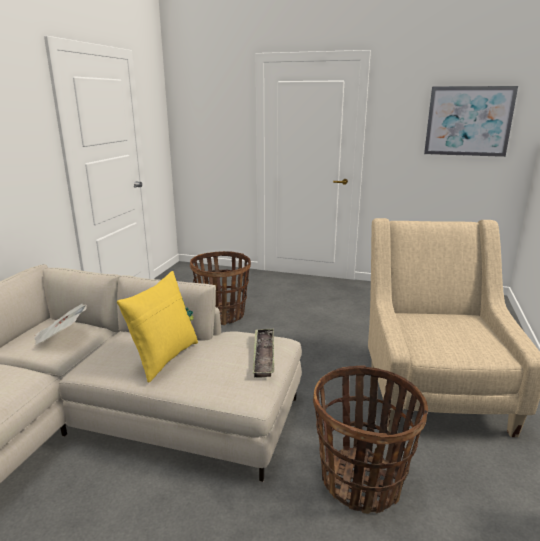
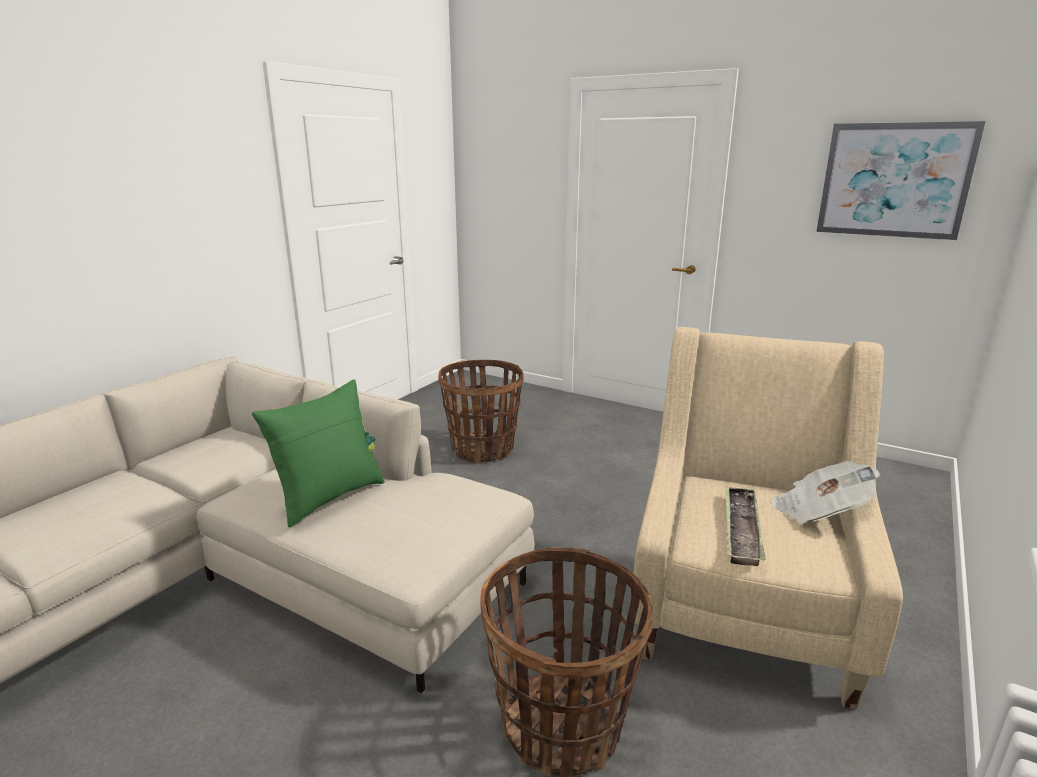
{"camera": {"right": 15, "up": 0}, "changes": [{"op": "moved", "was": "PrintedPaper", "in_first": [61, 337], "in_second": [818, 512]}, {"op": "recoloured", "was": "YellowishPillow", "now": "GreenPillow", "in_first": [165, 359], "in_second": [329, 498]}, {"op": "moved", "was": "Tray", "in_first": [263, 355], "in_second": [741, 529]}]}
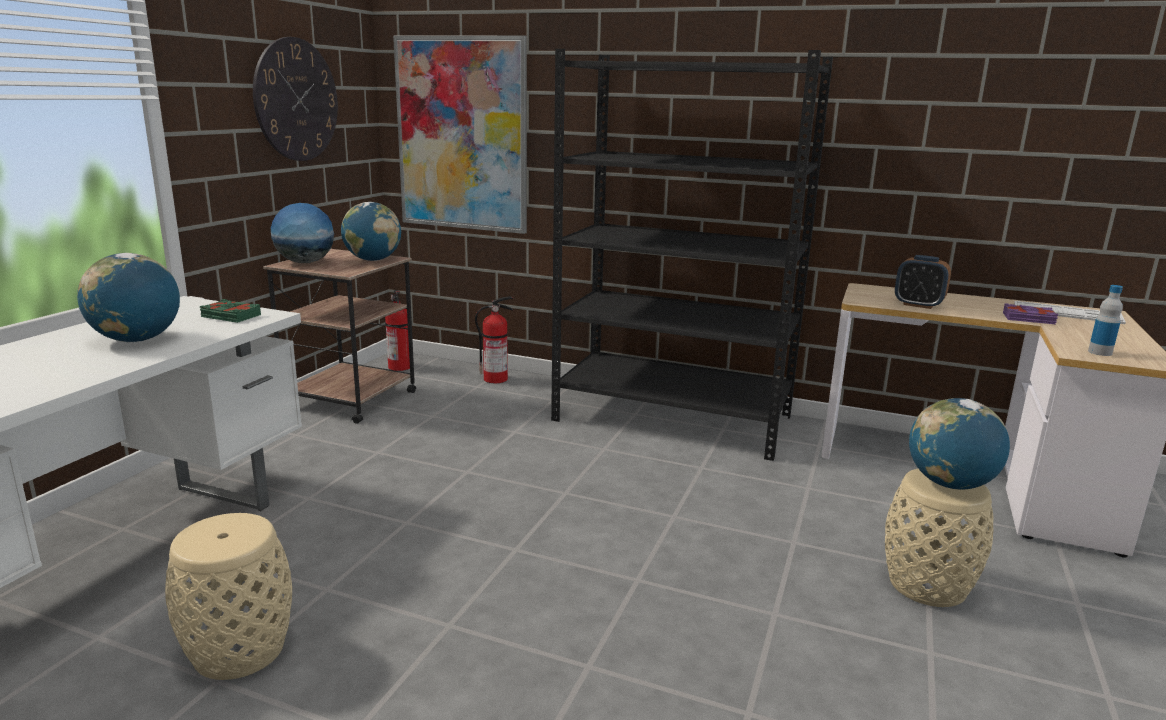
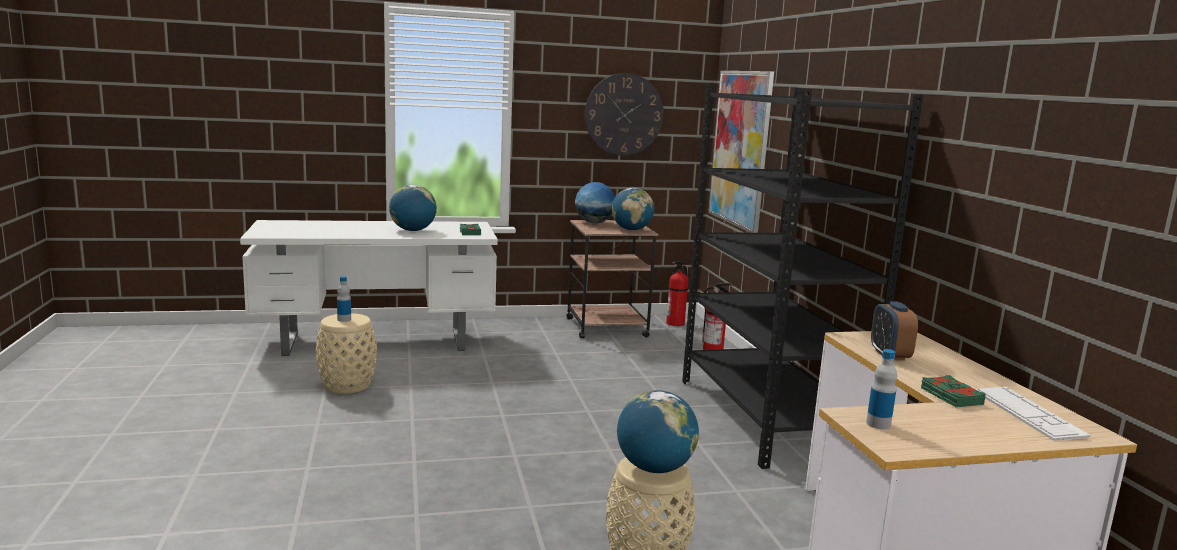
{"camera": {"right": 55, "up": -5}, "changes": [{"op": "recoloured", "was": "PurpleColouredBook", "now": "GreenBook", "in_first": [1028, 319], "in_second": [950, 396]}, {"op": "added", "now": "Bottle", "in_second": [344, 319]}]}
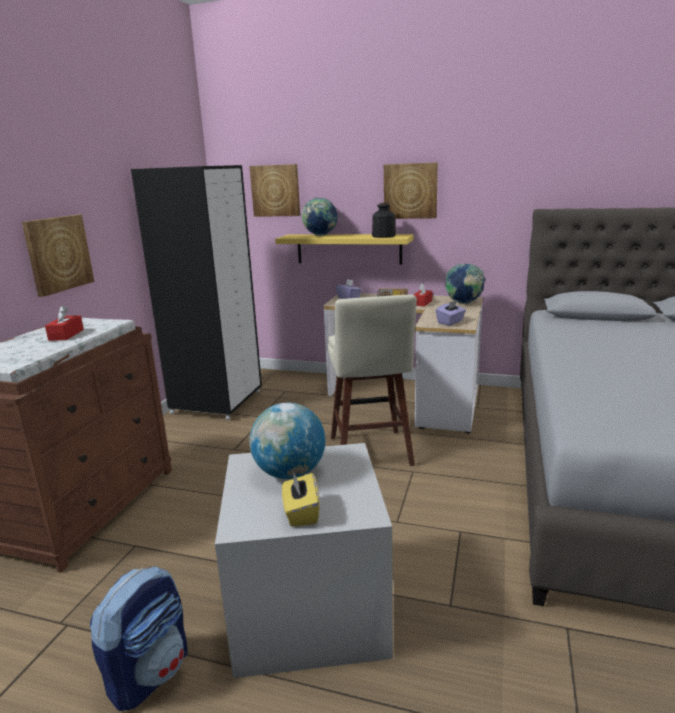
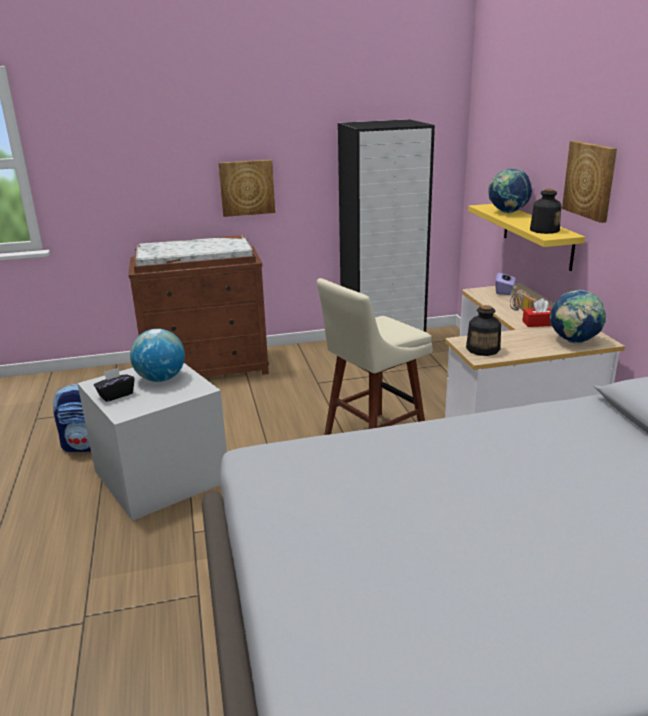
{"camera": {"right": 60, "up": 5}, "changes": [{"op": "removed", "was": "RedBoxOfTissues", "in_first": [66, 335]}, {"op": "removed", "was": "Picture", "in_first": [275, 190]}, {"op": "recoloured", "was": "YellowishBoxOfTissues", "now": "BlackColouredBoxOfTissues", "in_first": [301, 513], "in_second": [116, 395]}, {"op": "replaced", "was": "PurpleColouredBoxOfTissues", "now": "Bottle", "in_first": [450, 322], "in_second": [483, 349]}]}
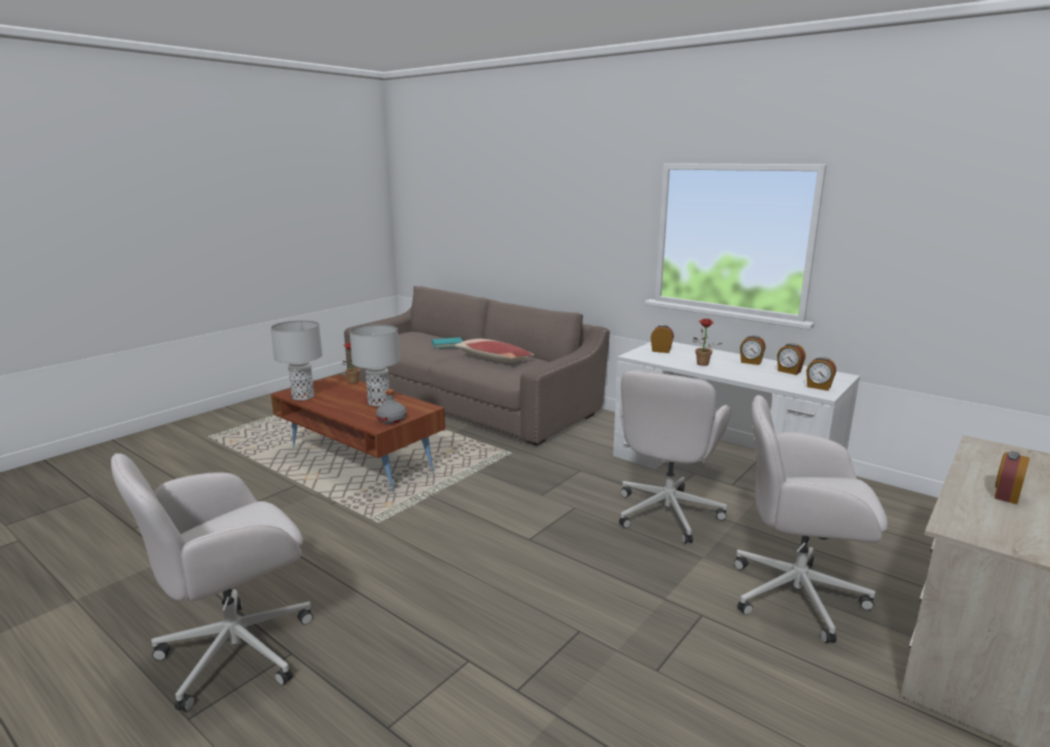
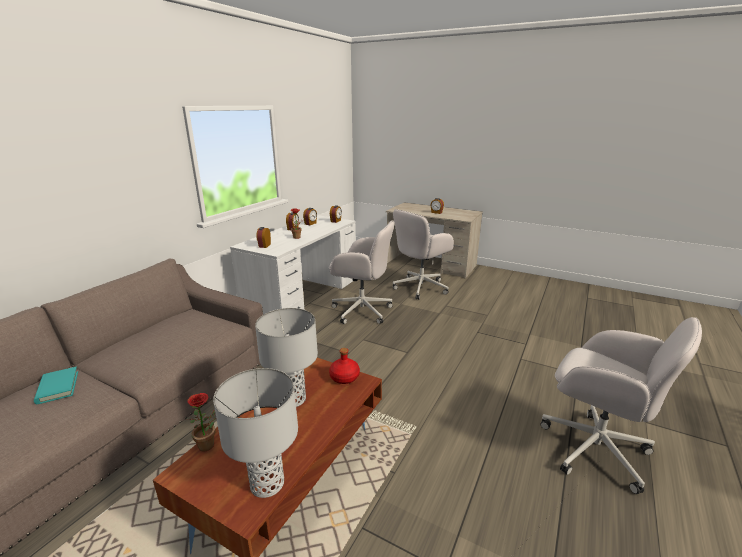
{"camera": {"right": -100, "up": 5}, "changes": [{"op": "recoloured", "was": "GrayBottle", "now": "RedBottle", "in_first": [392, 420], "in_second": [344, 377]}, {"op": "removed", "was": "Pillow", "in_first": [493, 359]}, {"op": "turned", "was": "WhiteOfficeChair", "in_first": [796, 596], "in_second": [420, 288], "clockwise": 45}]}
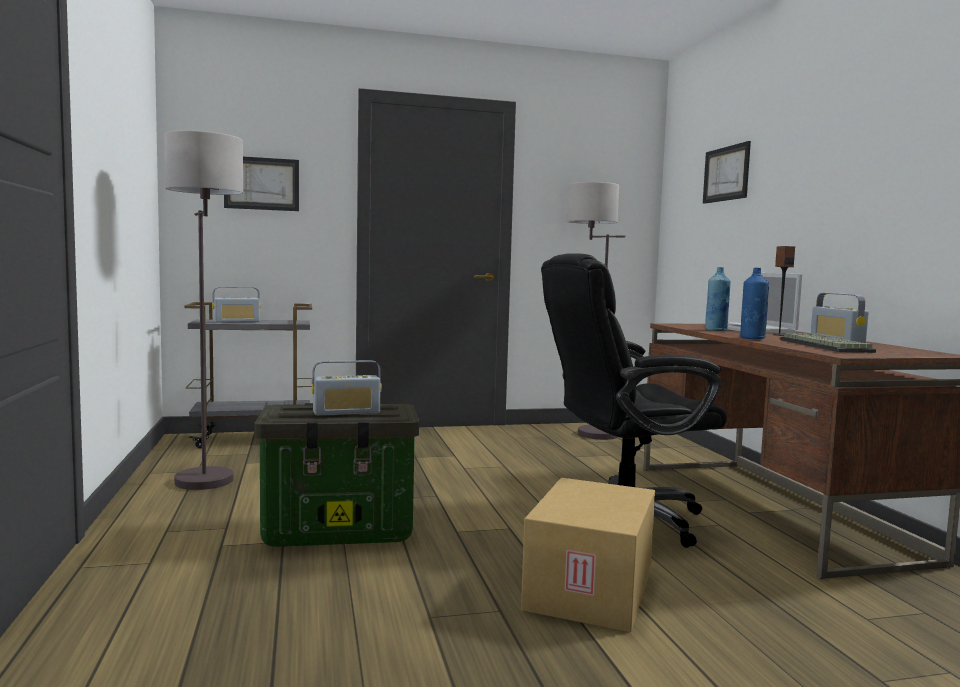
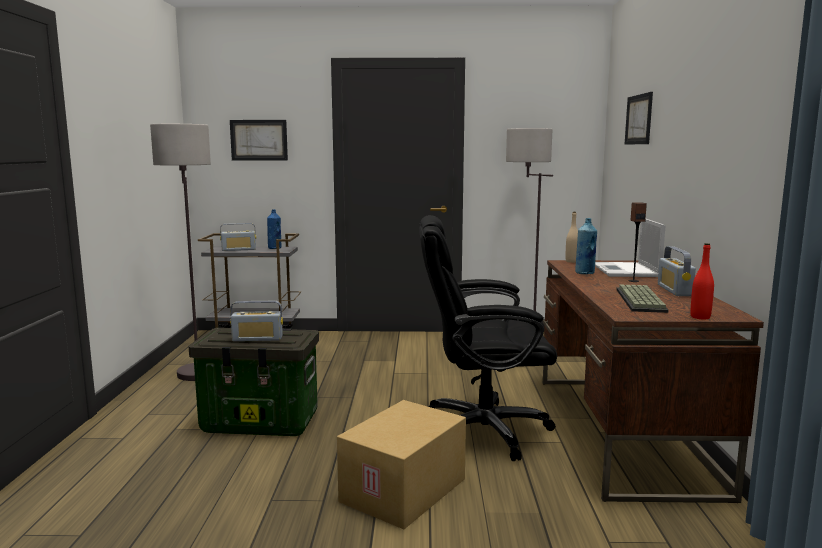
{"camera": {"right": 15, "up": 5}, "changes": [{"op": "moved", "was": "BlueColouredBottle", "in_first": [752, 338], "in_second": [275, 248]}, {"op": "added", "now": "BeigeColouredBottle", "in_second": [571, 261]}, {"op": "added", "now": "RedBottle", "in_second": [700, 317]}]}
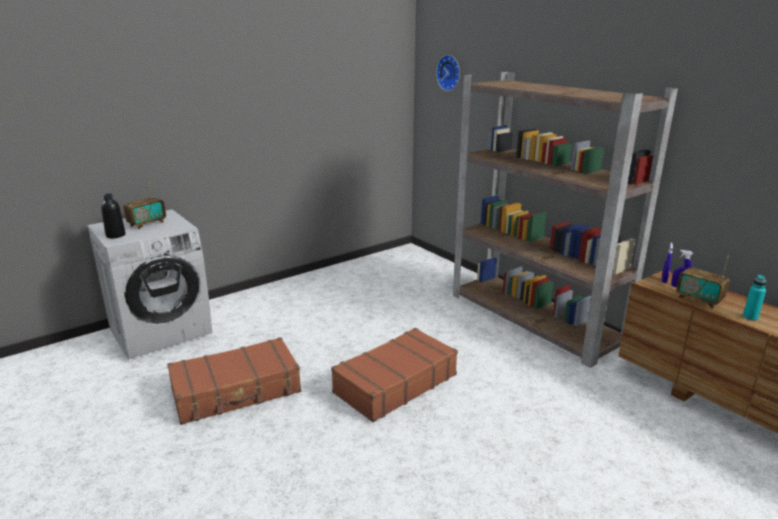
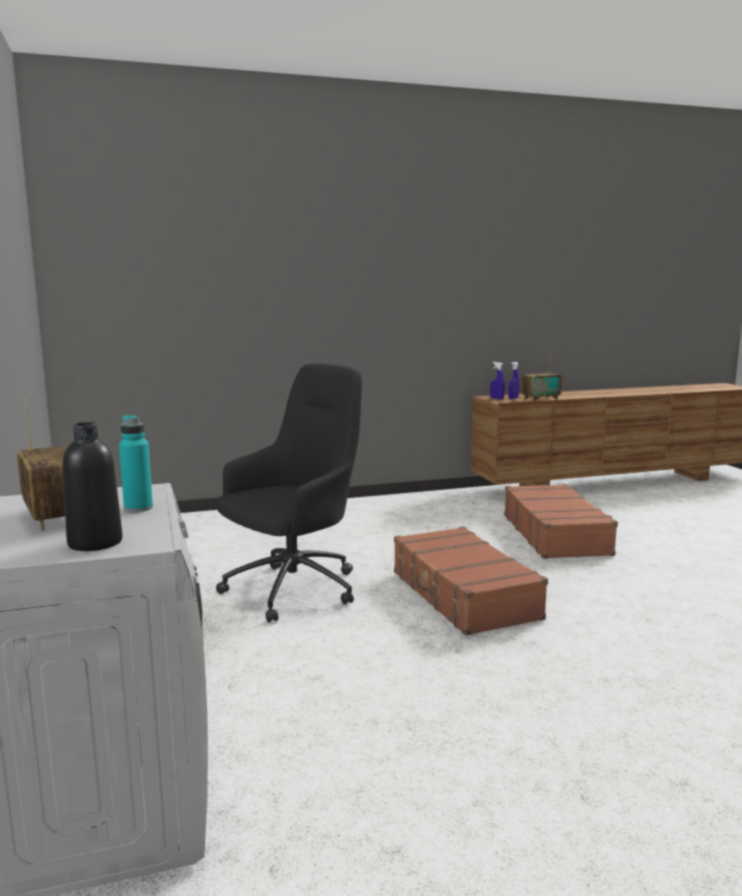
{"camera": {"right": -70, "up": -10}, "changes": [{"op": "moved", "was": "BrownColouredPieceOfLuggage", "in_first": [236, 391], "in_second": [556, 534]}, {"op": "removed", "was": "WallClock", "in_first": [450, 73]}, {"op": "removed", "was": "BrownColouredBookshelf", "in_first": [533, 319]}, {"op": "moved", "was": "TurquoiseColouredBottle", "in_first": [750, 317], "in_second": [138, 508]}, {"op": "added", "now": "BlackColouredOfficeChair", "in_second": [293, 590]}]}
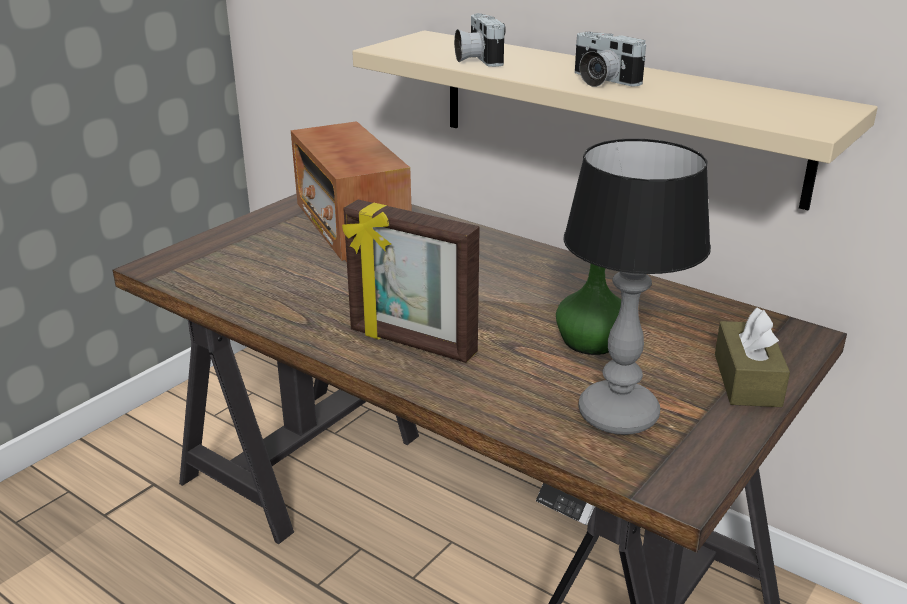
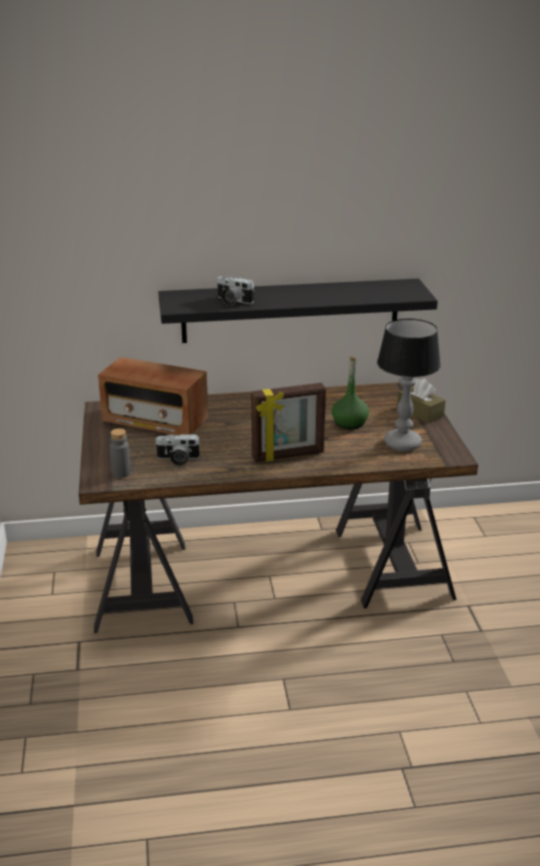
{"camera": {"right": -45, "up": 0}, "changes": [{"op": "recoloured", "was": "BeigeColouredWallShelf", "now": "BlackColouredWallShelf", "in_first": [614, 114], "in_second": [290, 310]}, {"op": "moved", "was": "StillCamera", "in_first": [601, 81], "in_second": [177, 459]}, {"op": "added", "now": "GrayBottle", "in_second": [121, 473]}]}
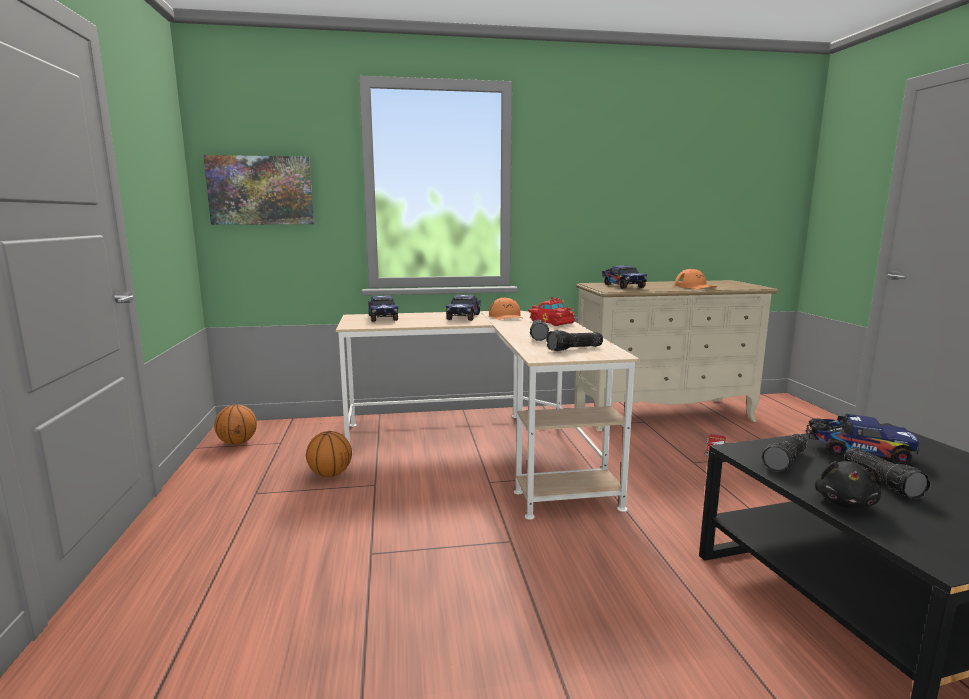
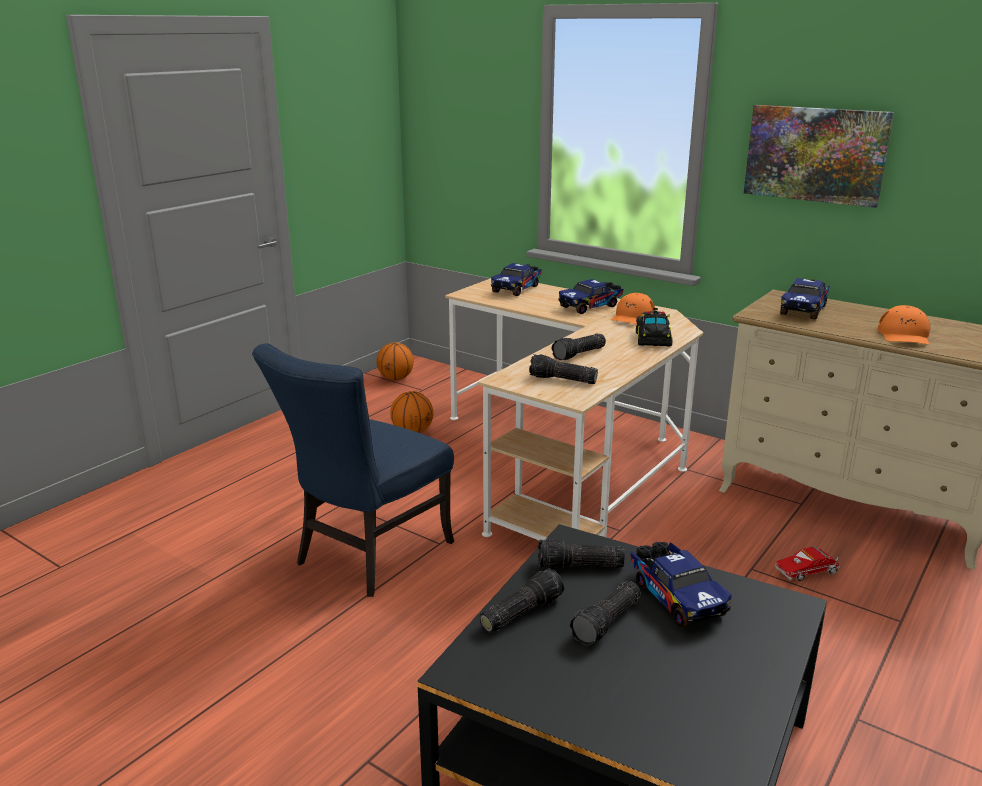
{"camera": {"right": 45, "up": 10}, "changes": [{"op": "moved", "was": "Picture", "in_first": [261, 190], "in_second": [815, 154]}, {"op": "recoloured", "was": "RedToyCar", "now": "BlackColouredToyCar", "in_first": [551, 322], "in_second": [653, 338]}, {"op": "replaced", "was": "BlackColouredSoftToy", "now": "HandTorch", "in_first": [845, 502], "in_second": [520, 612]}, {"op": "added", "now": "BlueColouredPlainChair", "in_second": [367, 555]}]}
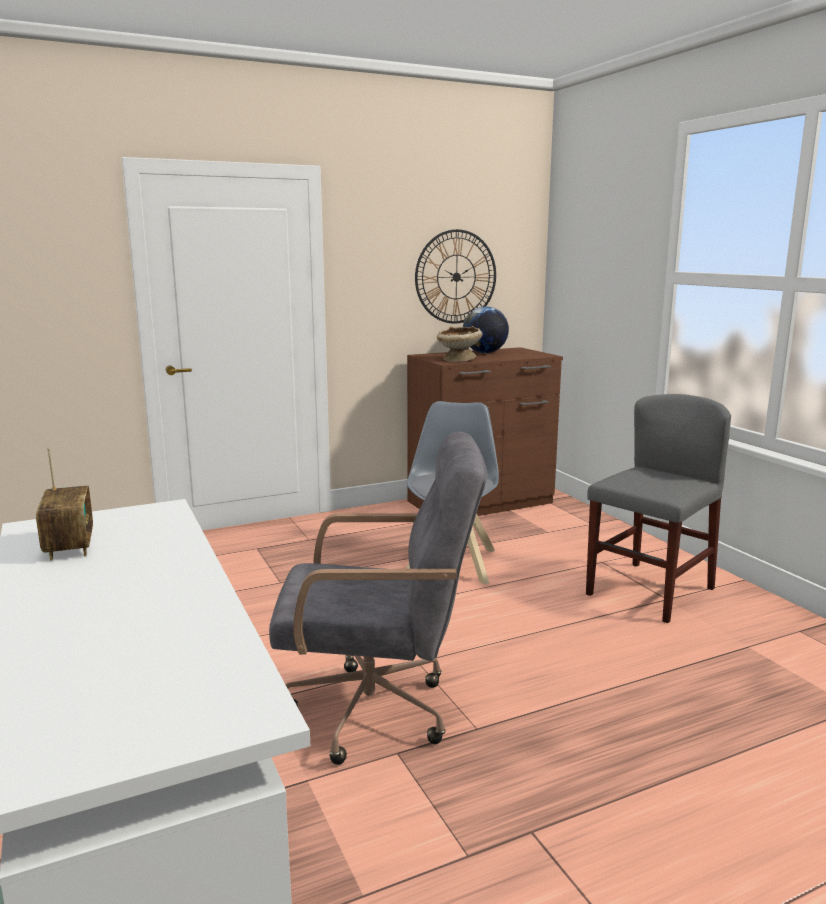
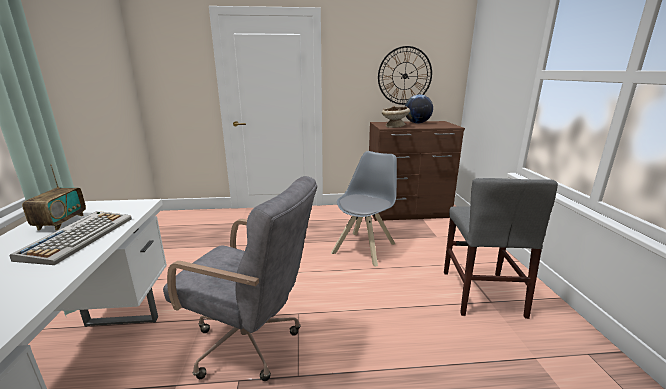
{"camera": {"right": 20, "up": 5}, "changes": [{"op": "turned", "was": "GrayPlainChair", "in_first": [650, 591], "in_second": [481, 293], "clockwise": 120}, {"op": "added", "now": "ComputerKeyboard", "in_second": [79, 237]}]}
